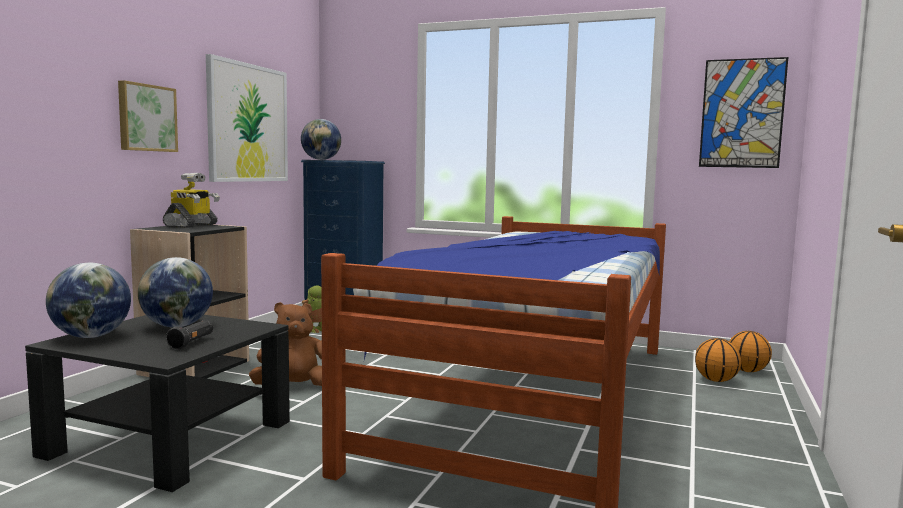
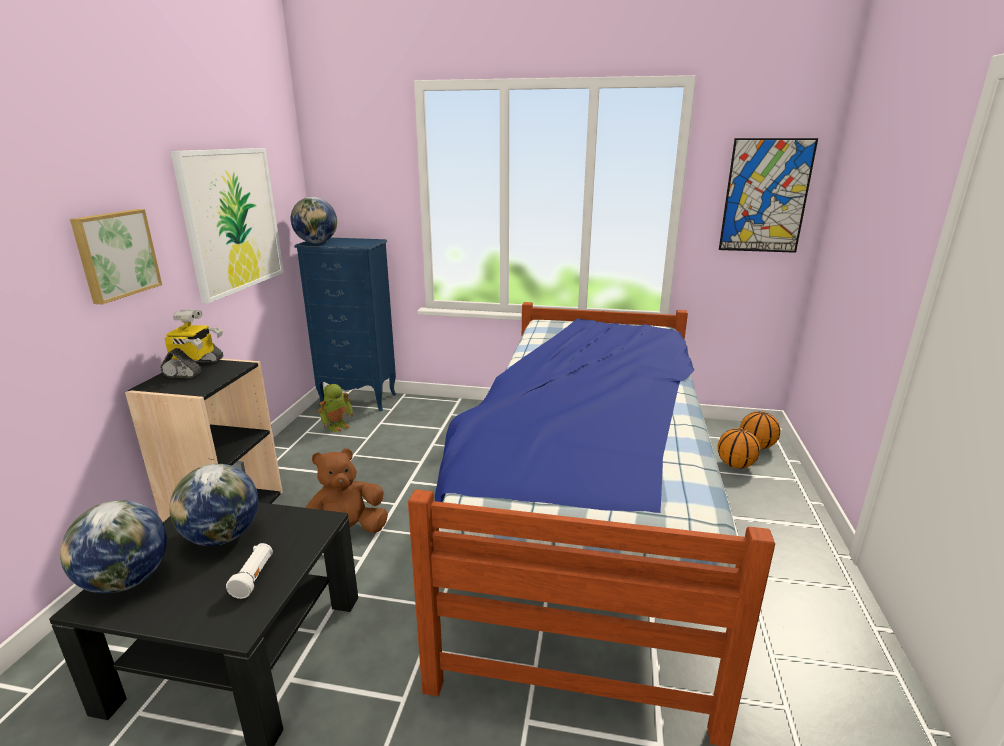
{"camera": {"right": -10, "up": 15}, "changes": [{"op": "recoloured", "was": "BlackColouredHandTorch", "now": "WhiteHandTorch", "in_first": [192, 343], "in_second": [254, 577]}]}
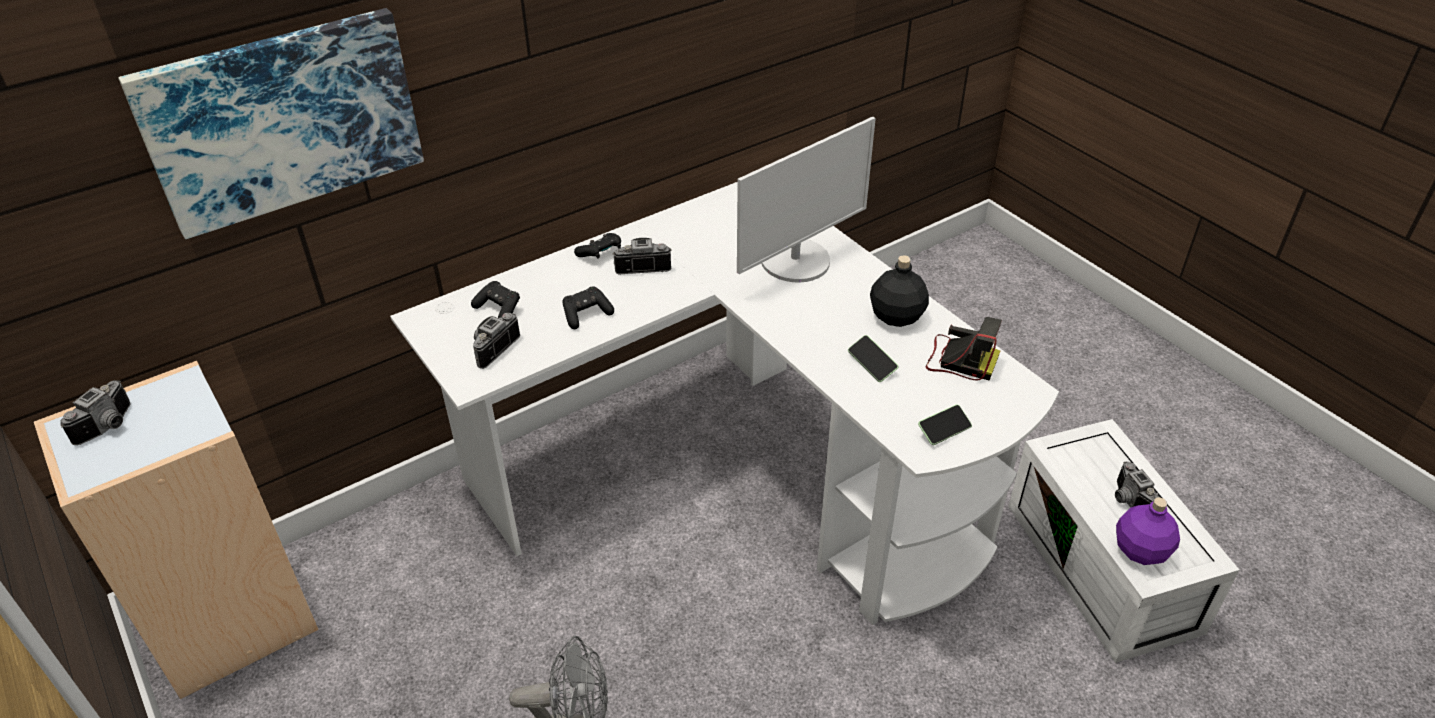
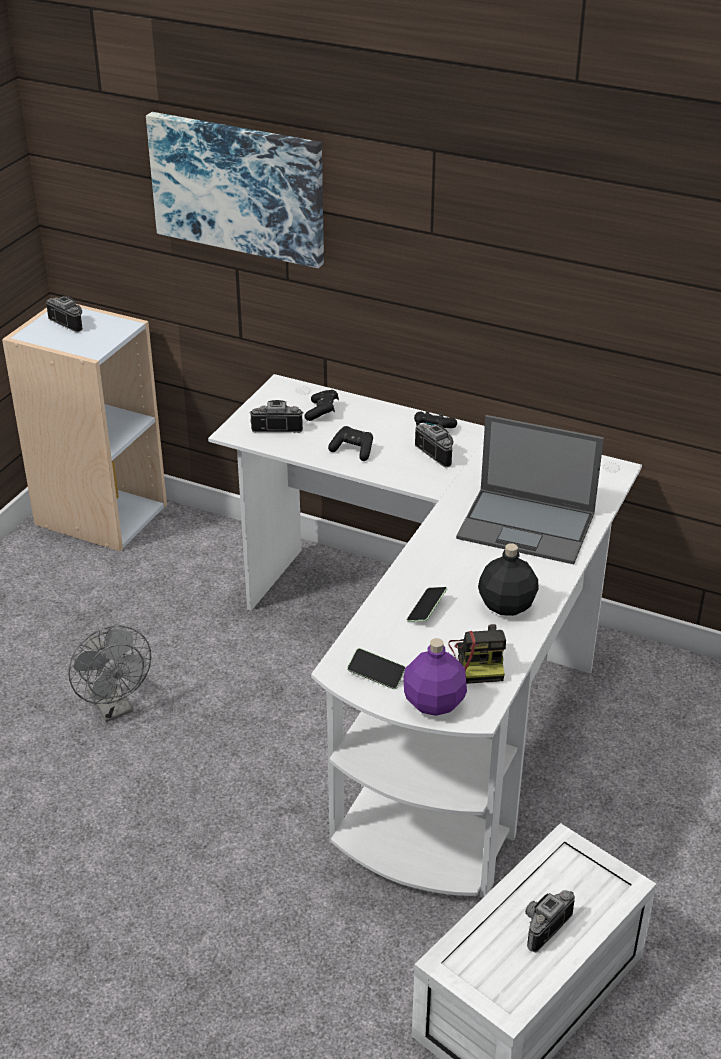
{"camera": {"right": 60, "up": -5}, "changes": [{"op": "turned", "was": "StillCamera", "in_first": [109, 426], "in_second": [71, 322], "clockwise": -135}, {"op": "replaced", "was": "ComputerDisplay", "now": "Laptop", "in_first": [796, 261], "in_second": [528, 526]}, {"op": "moved", "was": "PurpleColouredBottle", "in_first": [1140, 549], "in_second": [434, 702]}]}
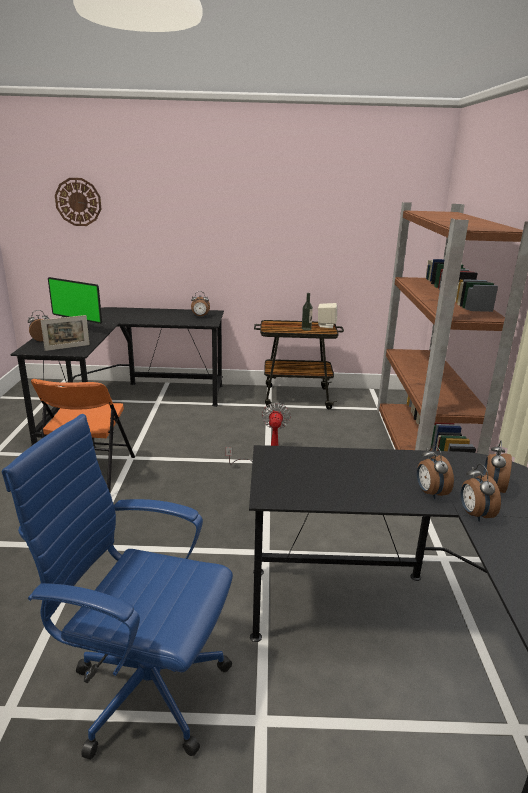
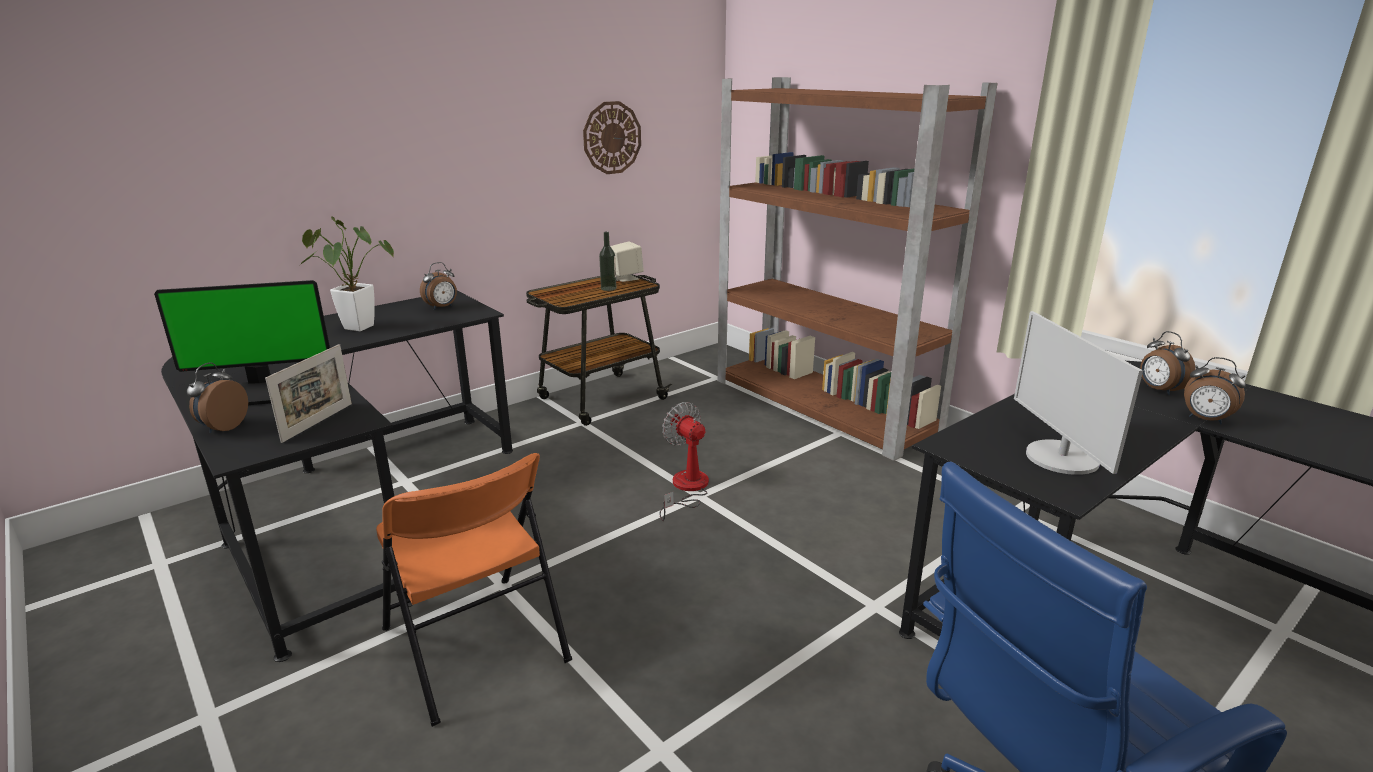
{"camera": {"right": -40, "up": 0}, "changes": [{"op": "moved", "was": "WallClock", "in_first": [78, 202], "in_second": [612, 138]}, {"op": "removed", "was": "TableClock", "in_first": [430, 493]}, {"op": "added", "now": "Houseplant", "in_second": [354, 326]}, {"op": "added", "now": "ComputerDisplay", "in_second": [1061, 458]}]}
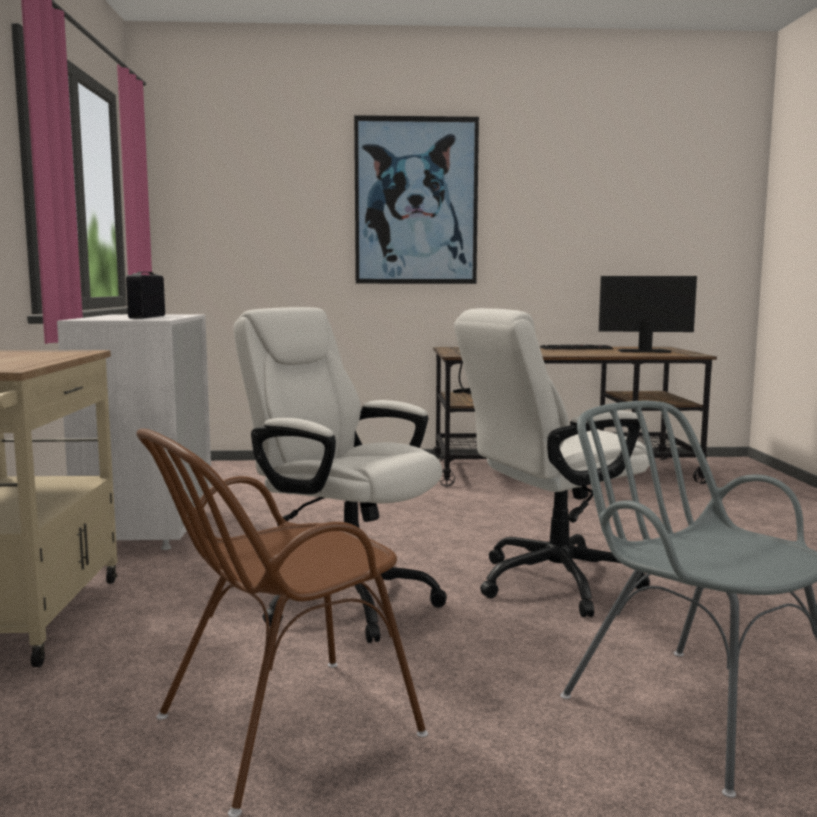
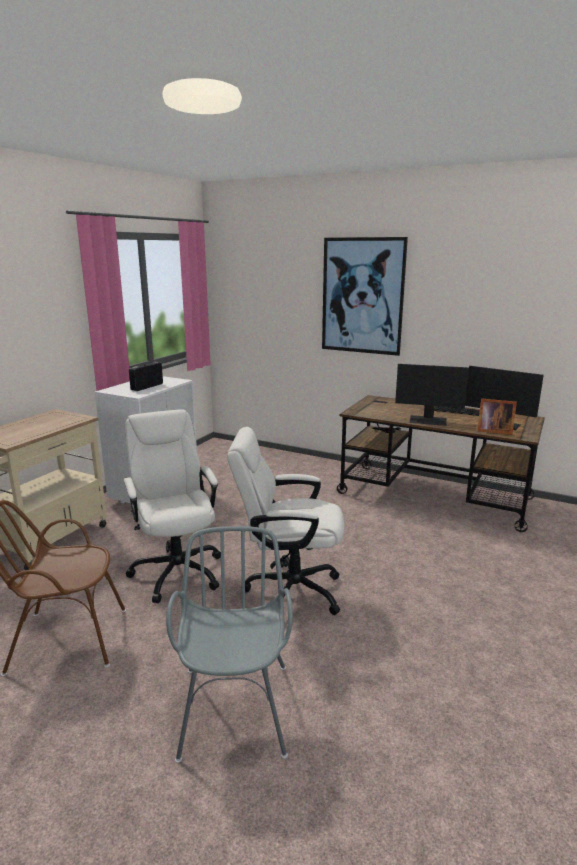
{"camera": {"right": 30, "up": 10}, "changes": [{"op": "added", "now": "ComputerDisplay", "in_second": [428, 420]}, {"op": "added", "now": "PhotoFrame", "in_second": [493, 431]}]}
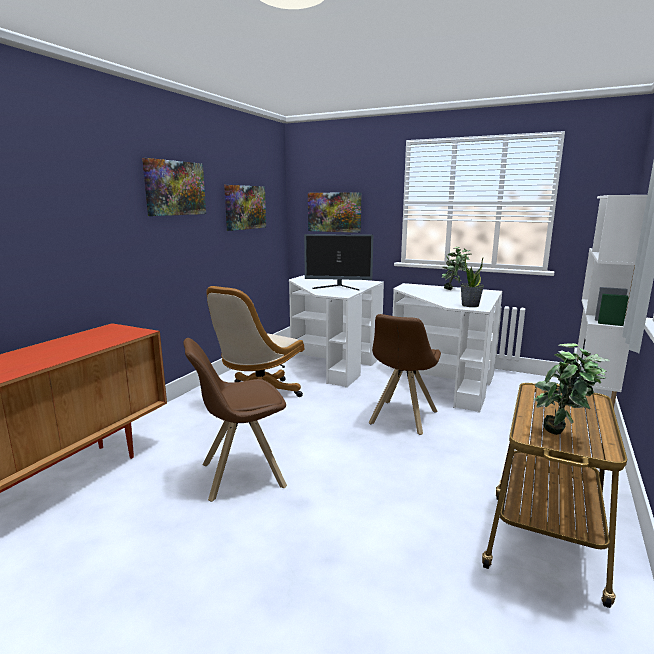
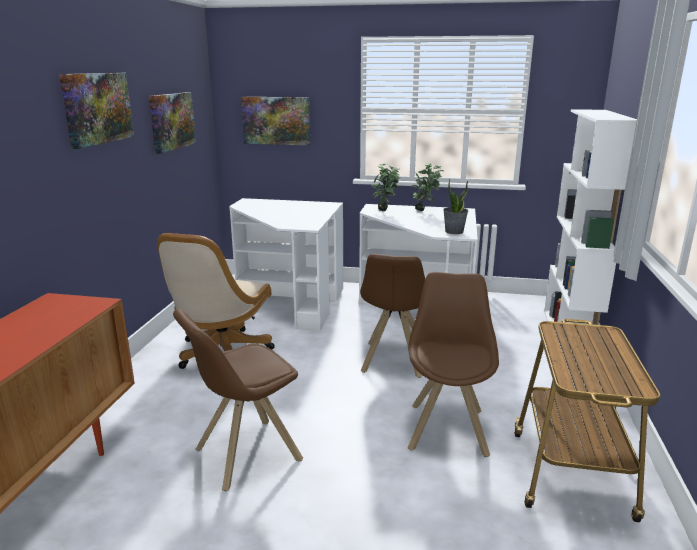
{"camera": {"right": -15, "up": 5}, "changes": [{"op": "removed", "was": "ComputerDisplay", "in_first": [338, 288]}, {"op": "moved", "was": "Houseplant", "in_first": [561, 437], "in_second": [385, 211]}, {"op": "added", "now": "BrownColouredPlainChair", "in_second": [447, 429]}]}
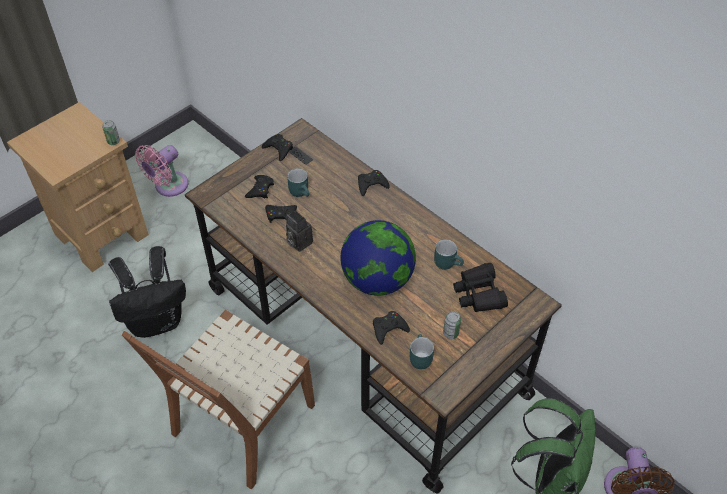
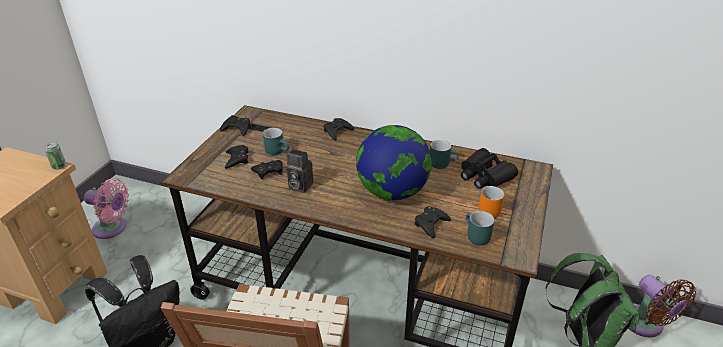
{"camera": {"right": -25, "up": -15}, "changes": [{"op": "turned", "was": "PinkColouredCoolingFan", "in_first": [168, 186], "in_second": [112, 228], "clockwise": -90}, {"op": "replaced", "was": "MetalCan", "now": "OrangeColouredMug", "in_first": [450, 333], "in_second": [486, 210]}]}
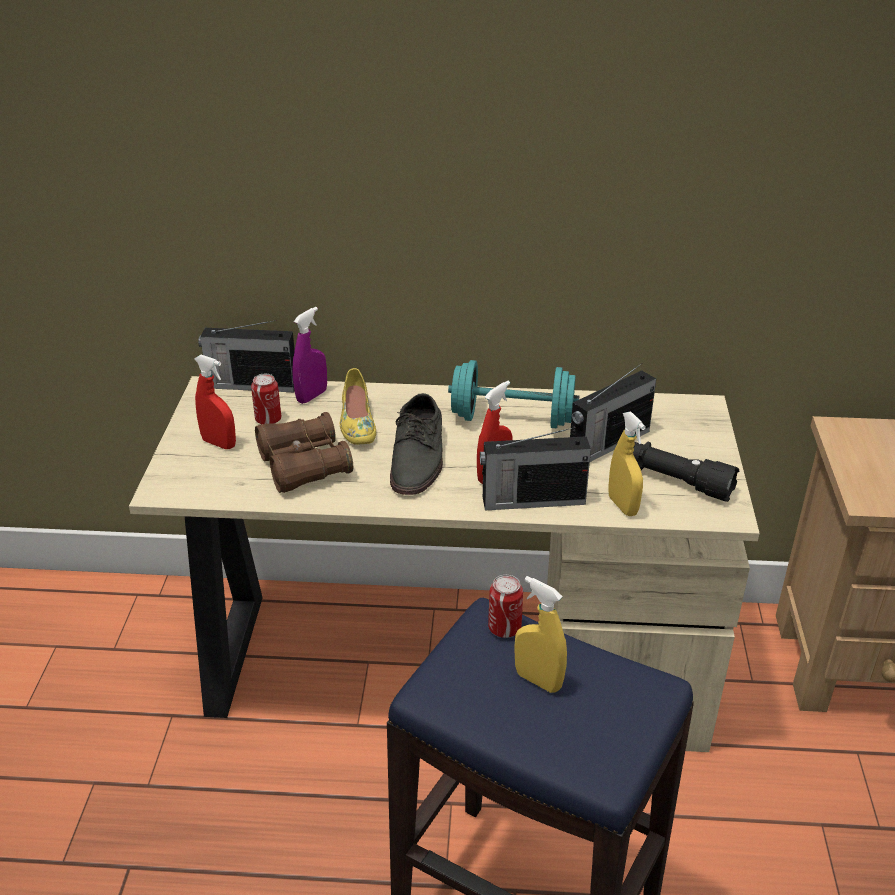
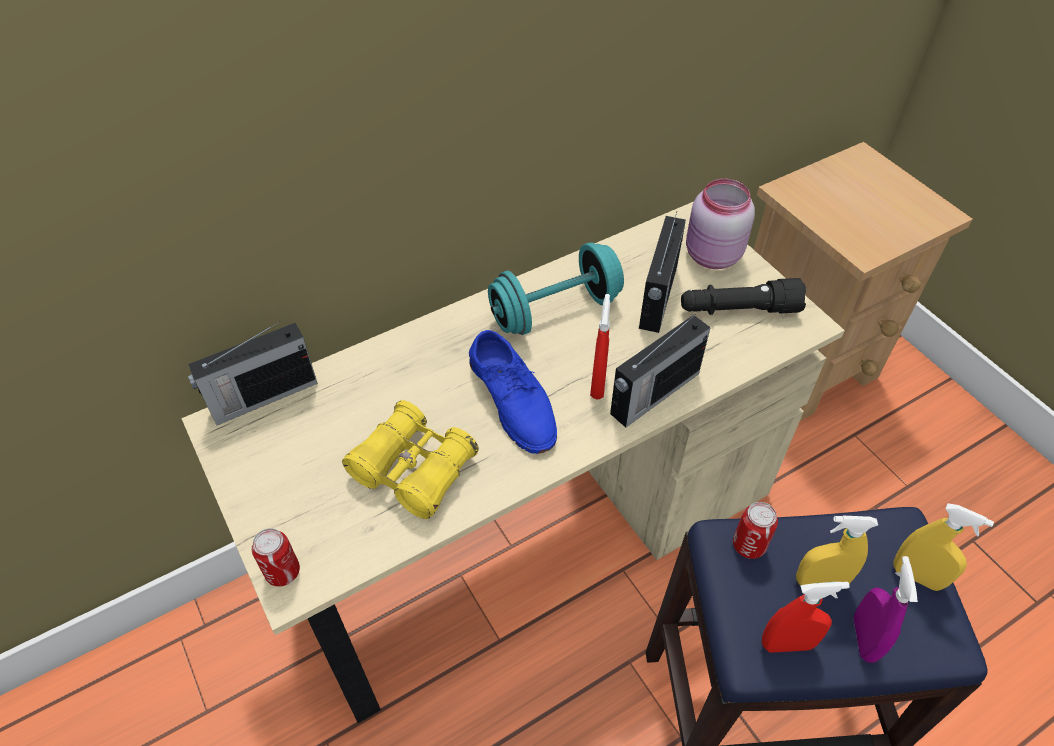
{"camera": {"right": -35, "up": 15}, "changes": [{"op": "moved", "was": "RedSprayBottle", "in_first": [219, 443], "in_second": [787, 644]}, {"op": "moved", "was": "MetalCan", "in_first": [268, 419], "in_second": [282, 572]}, {"op": "recoloured", "was": "BrownColouredFieldGlasses", "now": "YellowishFieldGlasses", "in_first": [304, 465], "in_second": [413, 469]}, {"op": "moved", "was": "PurpleColouredSprayBottle", "in_first": [312, 396], "in_second": [864, 638]}, {"op": "removed", "was": "YellowishItemOfFootwear", "in_first": [356, 422]}, {"op": "recoloured", "was": "GrayItemOfFootwear", "now": "BlueColouredItemOfFootwear", "in_first": [418, 457], "in_second": [513, 399]}, {"op": "moved", "was": "YellowishSprayBottle", "in_first": [622, 506], "in_second": [917, 576]}, {"op": "added", "now": "PinkColouredStorageJar", "in_second": [711, 256]}]}
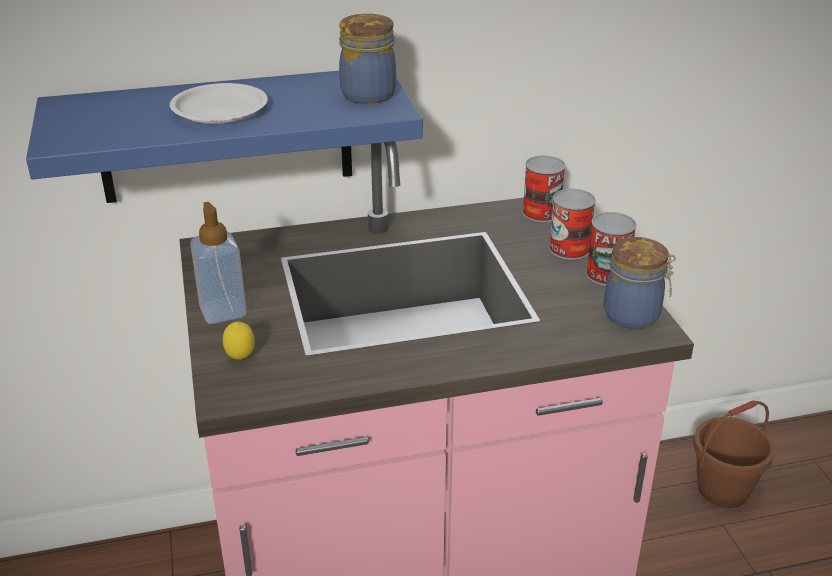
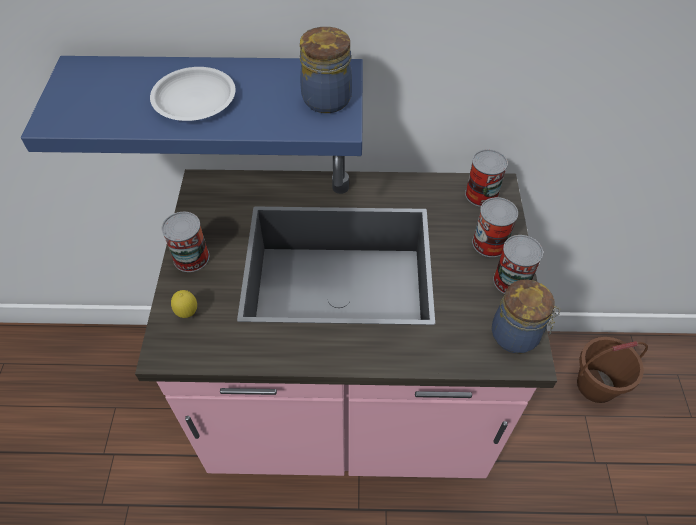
{"camera": {"right": 15, "up": 20}, "changes": [{"op": "replaced", "was": "LiquidSoapBottle", "now": "MetalCan", "in_first": [223, 311], "in_second": [191, 257]}]}
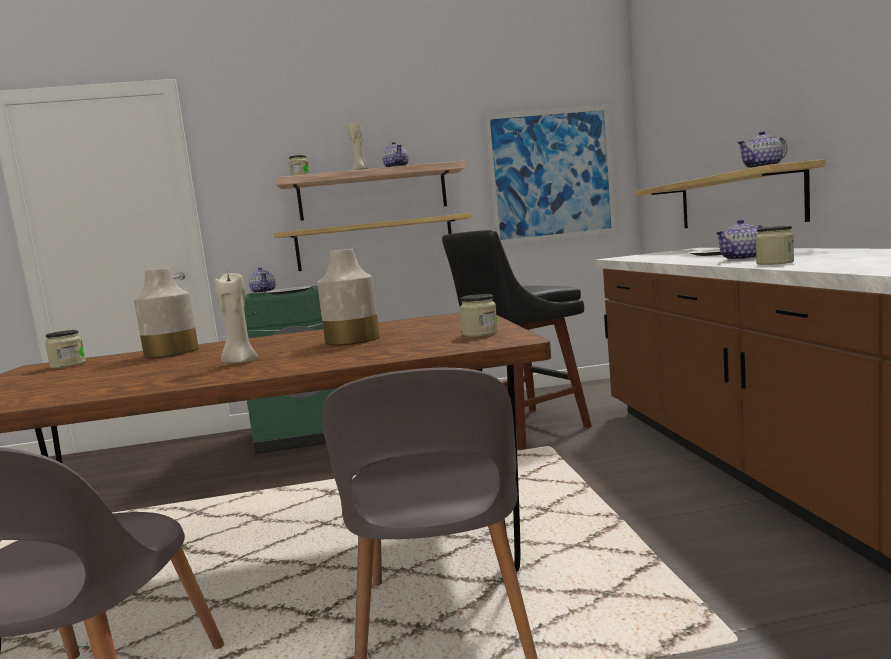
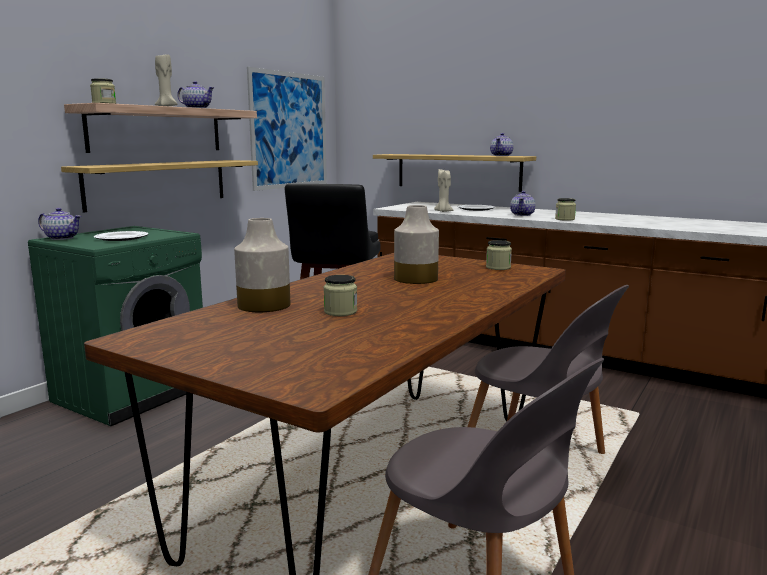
{"camera": {"right": -50, "up": 5}, "changes": [{"op": "moved", "was": "StorageJar", "in_first": [68, 365], "in_second": [340, 312]}, {"op": "moved", "was": "BeigeColouredWaxLight", "in_first": [240, 362], "in_second": [443, 211]}]}
